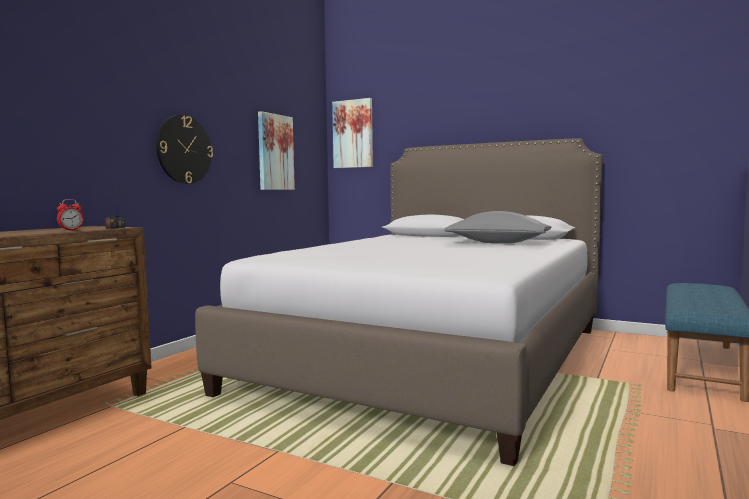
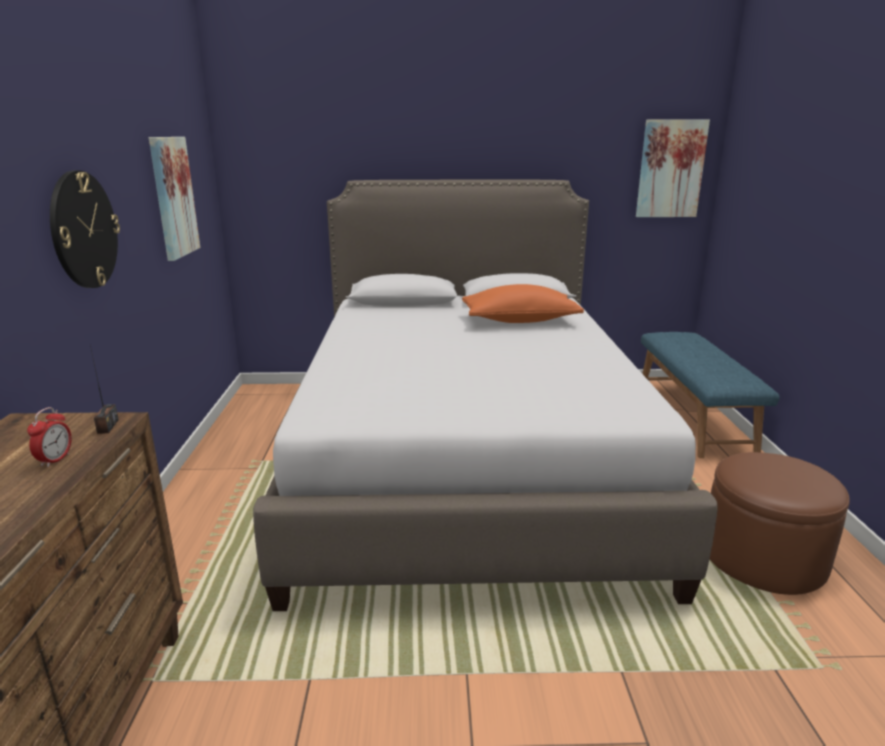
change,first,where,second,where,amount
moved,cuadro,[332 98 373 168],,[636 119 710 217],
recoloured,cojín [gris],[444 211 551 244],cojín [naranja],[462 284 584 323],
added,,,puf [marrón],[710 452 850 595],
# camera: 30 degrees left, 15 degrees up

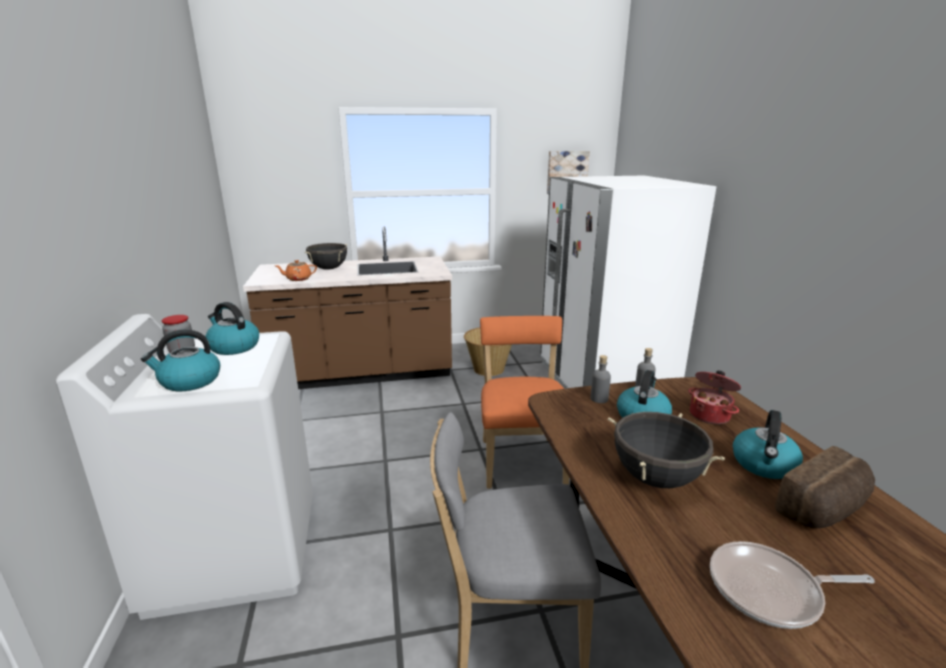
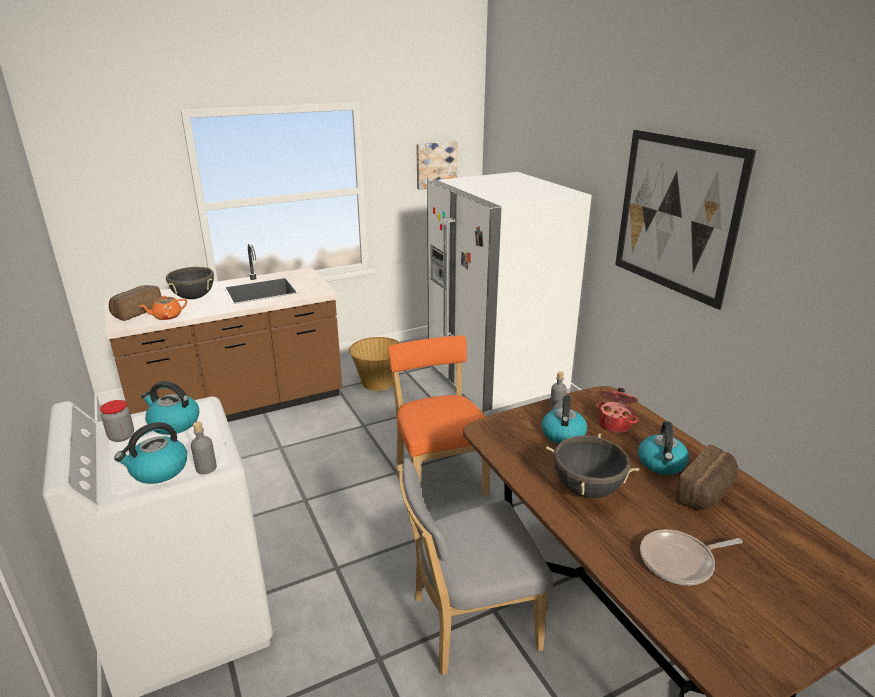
change,first,where,second,where,amount
moved,botella [gris],[591 355 611 403],,[191 422 217 474],
added,,,cuadro,[615 130 756 310],
added,,,pan,[109 285 161 321],
# camera: 15 degrees left, 5 degrees up

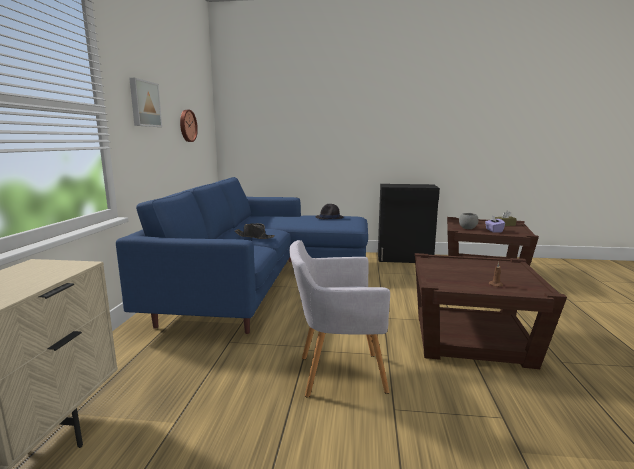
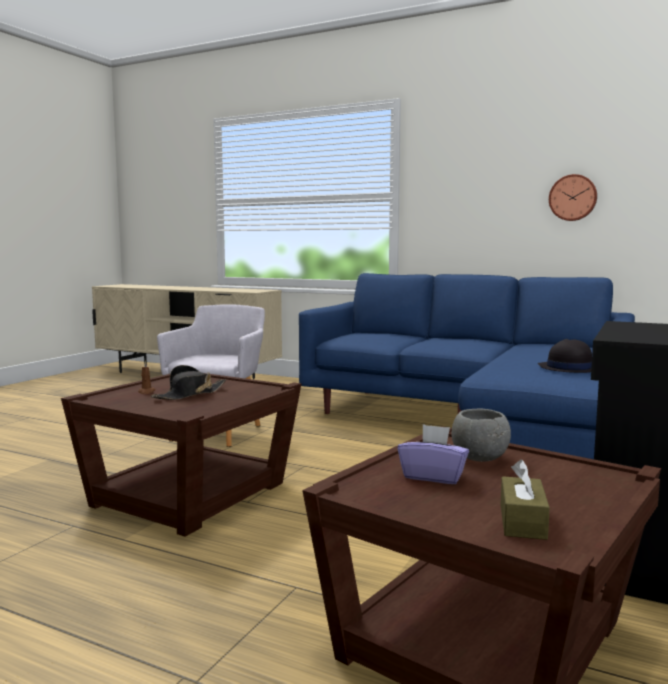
change,first,where,second,where,amount
removed,cuadro,[129 78 162 127],,,
moved,sombrero [negro],[235 223 275 239],,[151 365 226 400],
# camera: 110 degrees right, 5 degrees down

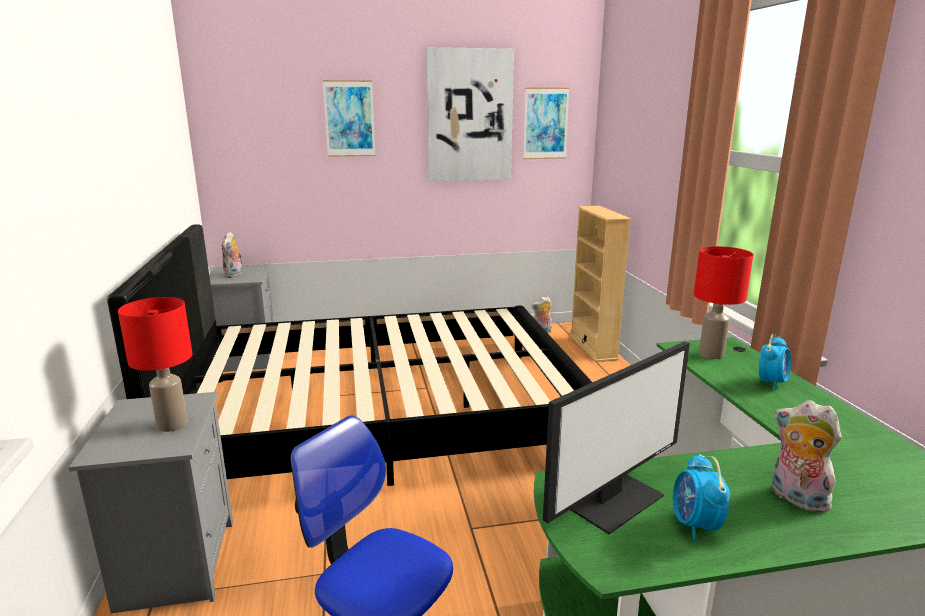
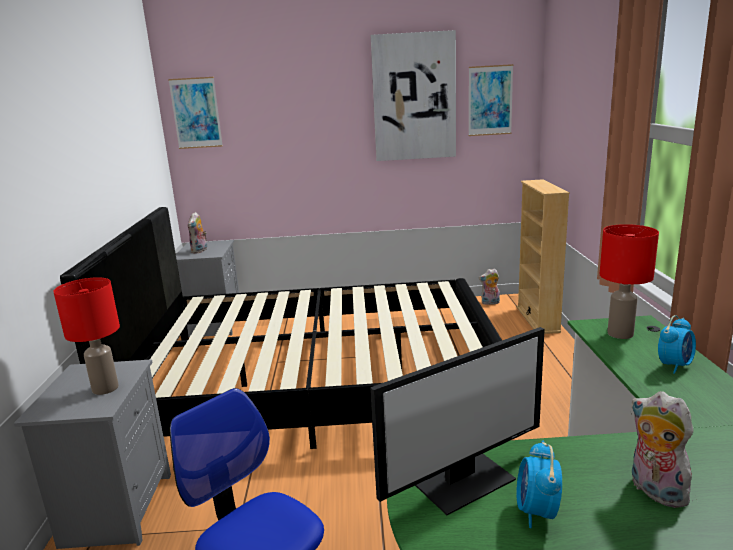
change,first,where,second,where,amount
moved,cuadro,[323 80 375 157],,[168 77 223 149],
# camera: 10 degrees right, 0 degrees up

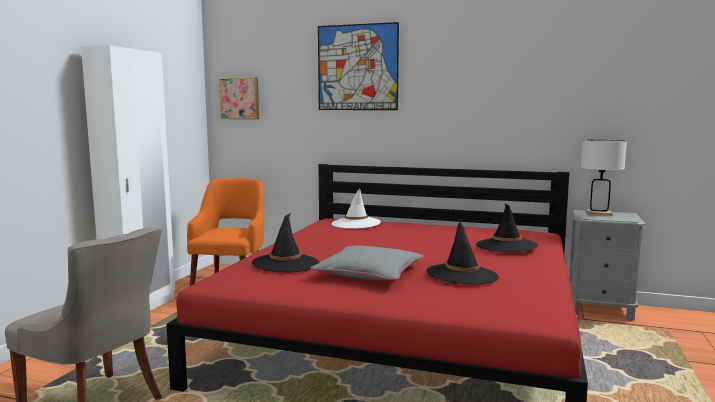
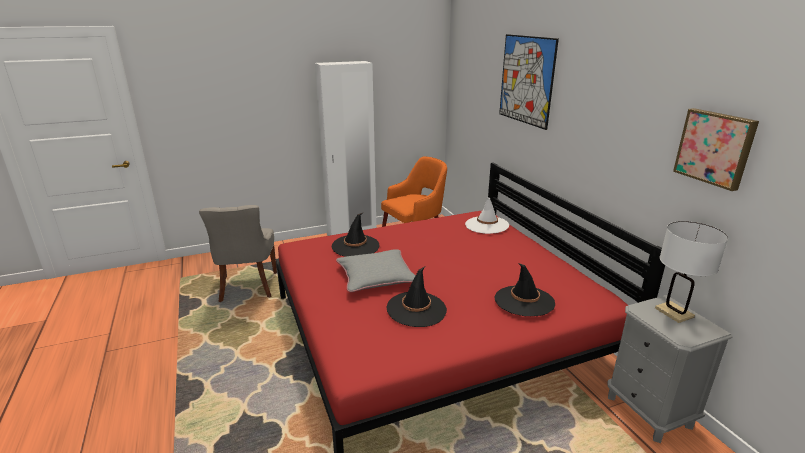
change,first,where,second,where,amount
moved,cuadro,[219 77 259 119],,[673 108 759 191],
# camera: 50 degrees right, 15 degrees up

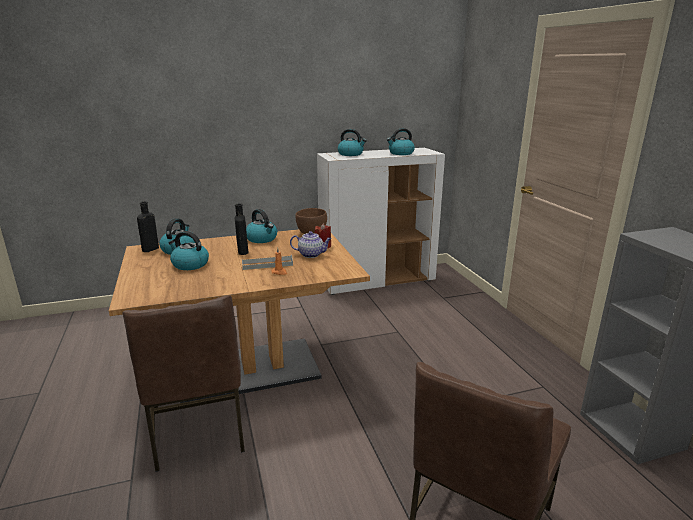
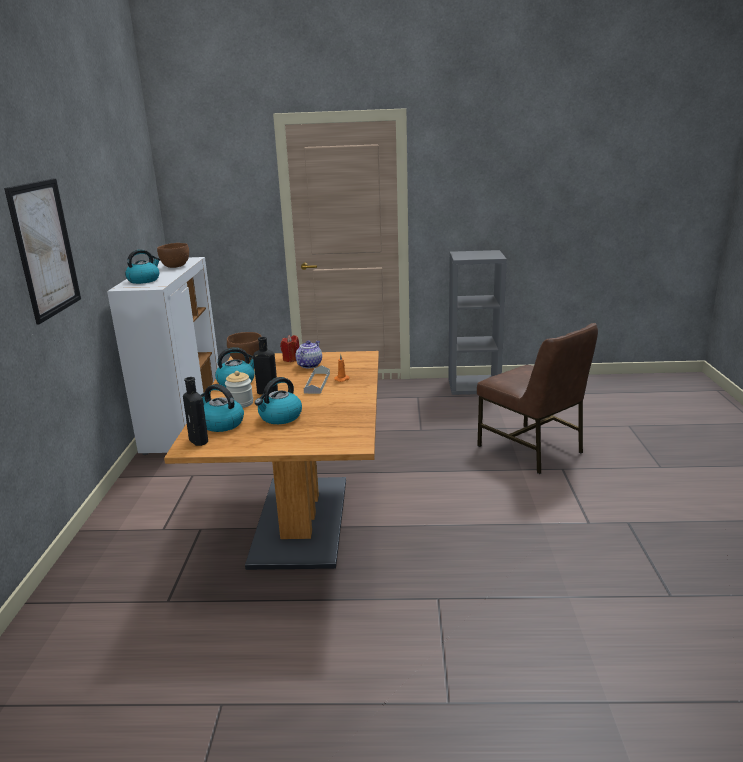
change,first,where,second,where,amount
replaced,hervidor,[387 128 415 155],cuenco [marrón],[157 243 189 268],
removed,silla [marrón],[122 295 245 472],,,
added,,,cuadro,[4 178 81 324],
added,,,tarro,[225 371 253 408],
# camera: 70 degrees left, 0 degrees up

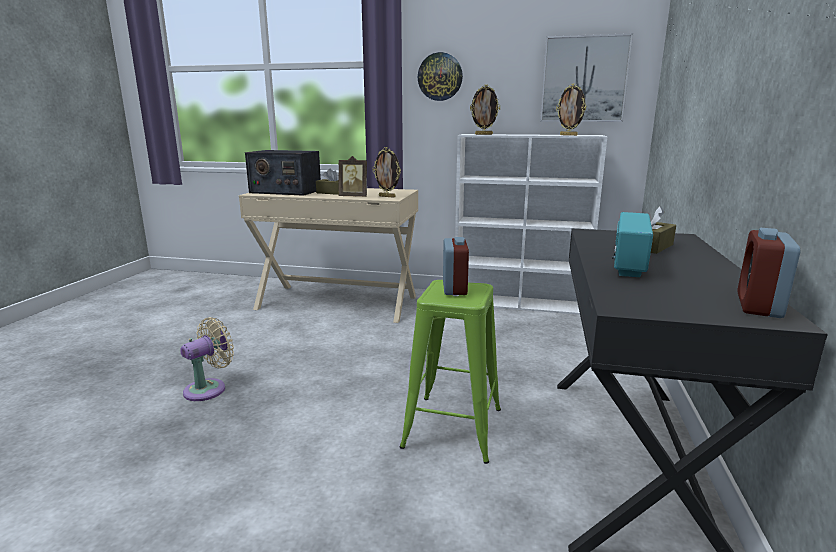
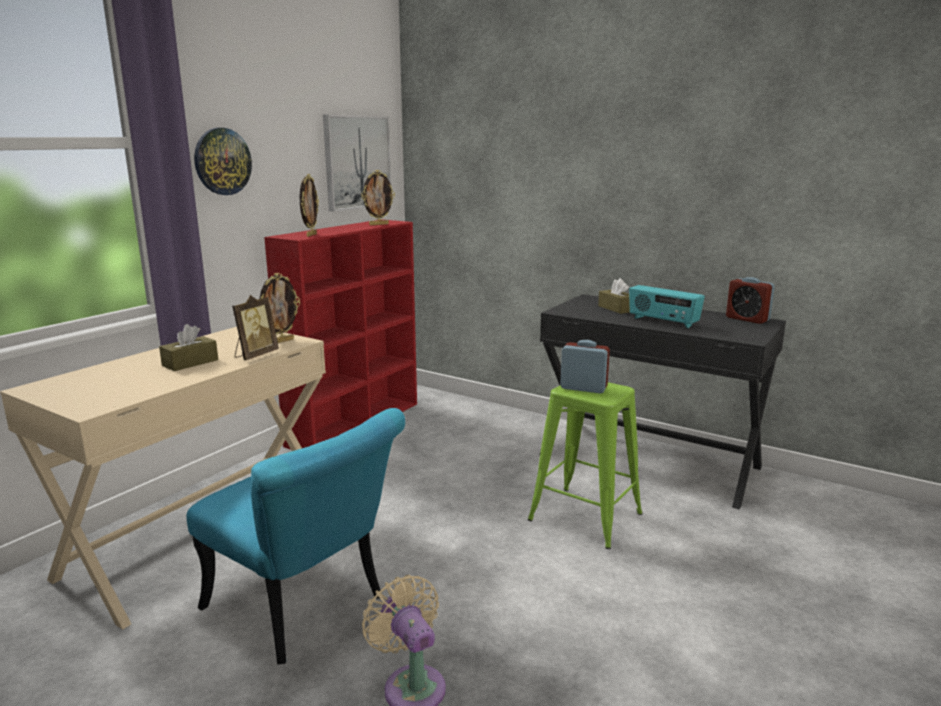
change,first,where,second,where,amount
recoloured,estantería [blanco],[454 134 608 315],estantería [rojo],[264 220 417 450],
removed,radio,[245 150 321 196],,,
added,,,silla [turquesa],[186 408 405 664],
# camera: 70 degrees left, 0 degrees up

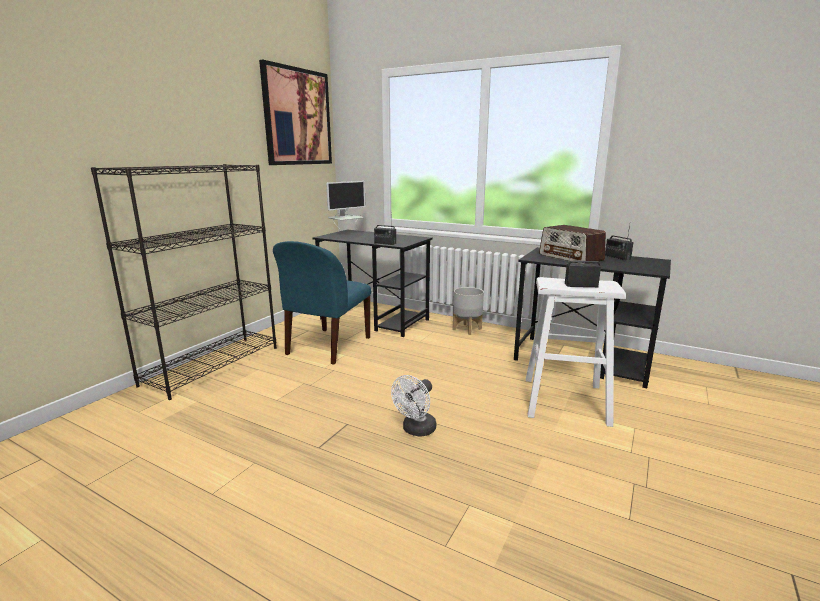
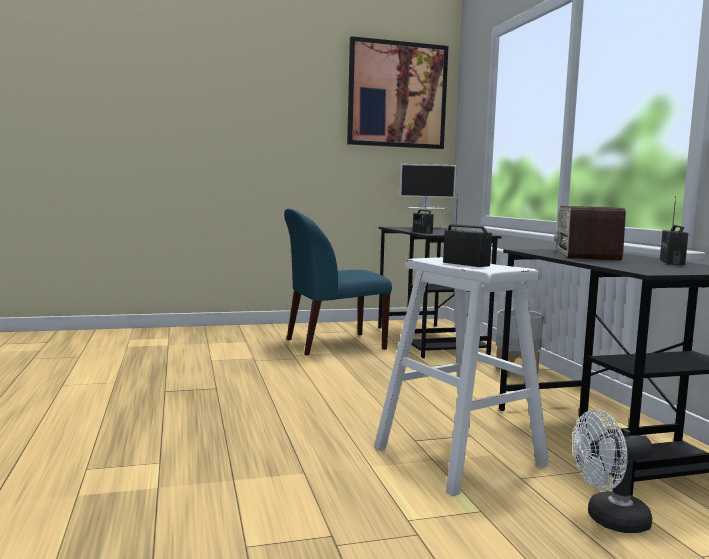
change,first,where,second,where,amount
removed,estantería [negro],[91 164 277 400],,,
moved,ventilador [blanco],[391 375 436 437],,[573 409 653 533],
# camera: 45 degrees right, 10 degrees down

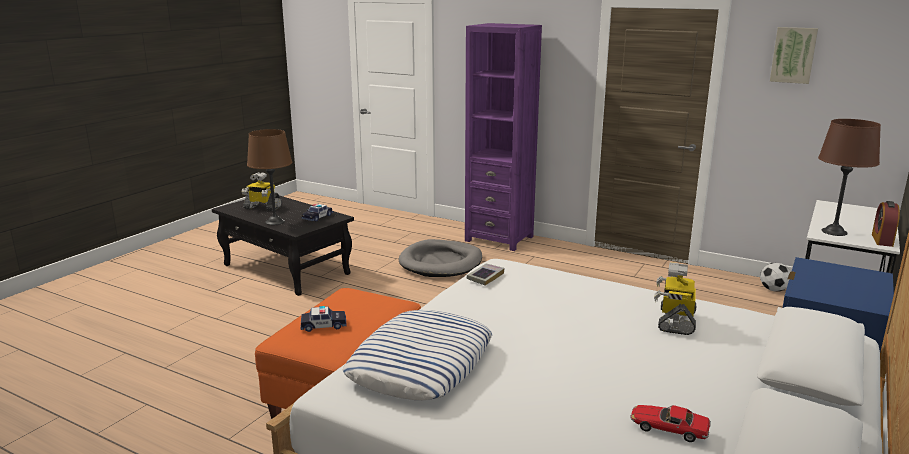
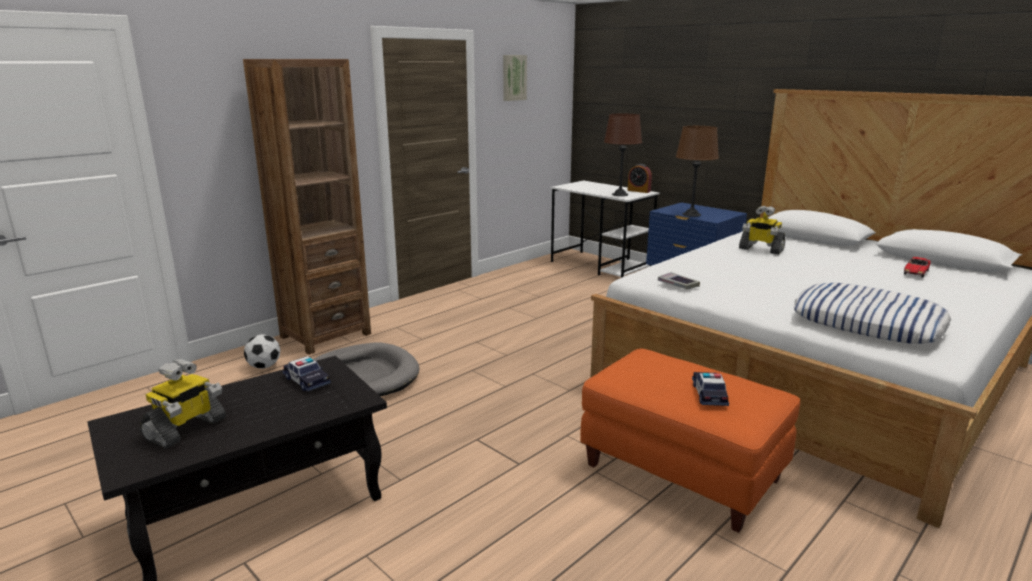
change,first,where,second,where,amount
recoloured,estantería [morado],[465 23 542 251],estantería [marrón],[243 59 371 355],
moved,lámpara de mesa [marrón],[247 129 292 225],,[676 126 719 217],
moved,balón de fútbol,[760 263 790 291],,[244 334 281 369],
# camera: 75 degrees left, 0 degrees up

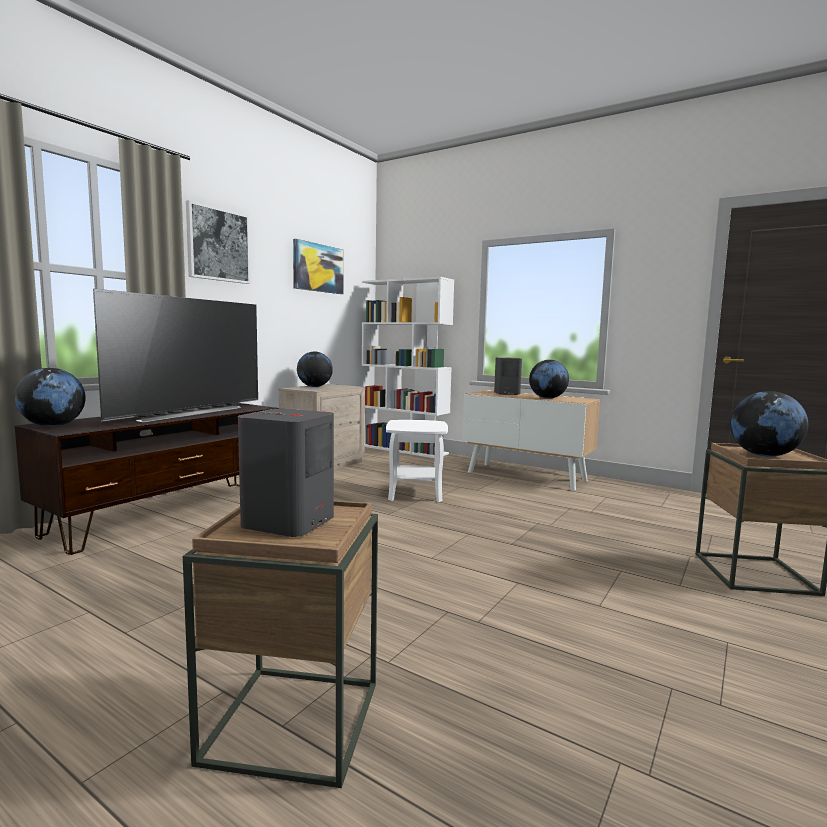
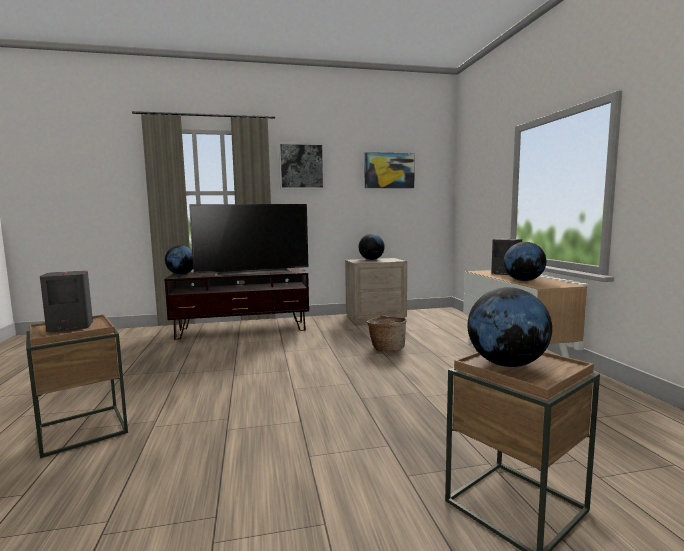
change,first,where,second,where,amount
removed,estantería [blanco],[362 277 454 458],,,
replaced,mesa auxiliar [blanco],[386 420 448 502],cesta,[367 315 407 351],
# camera: 45 degrees right, 0 degrees up

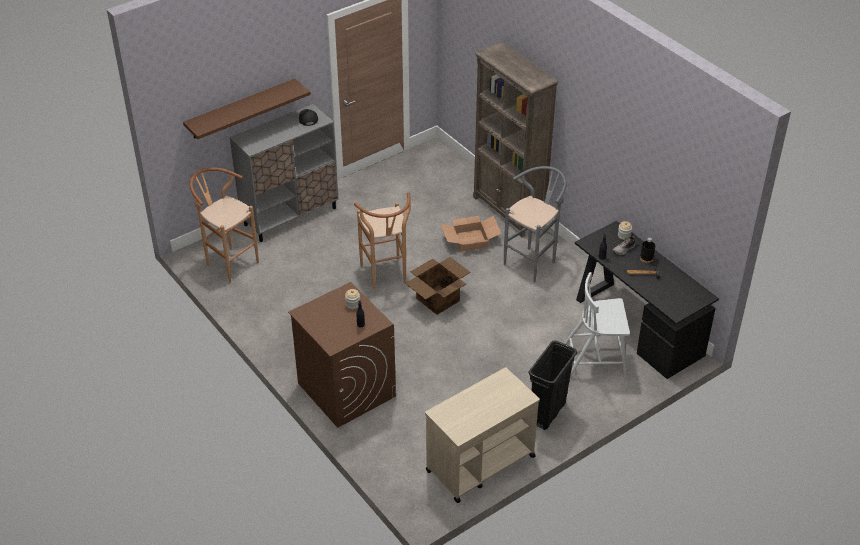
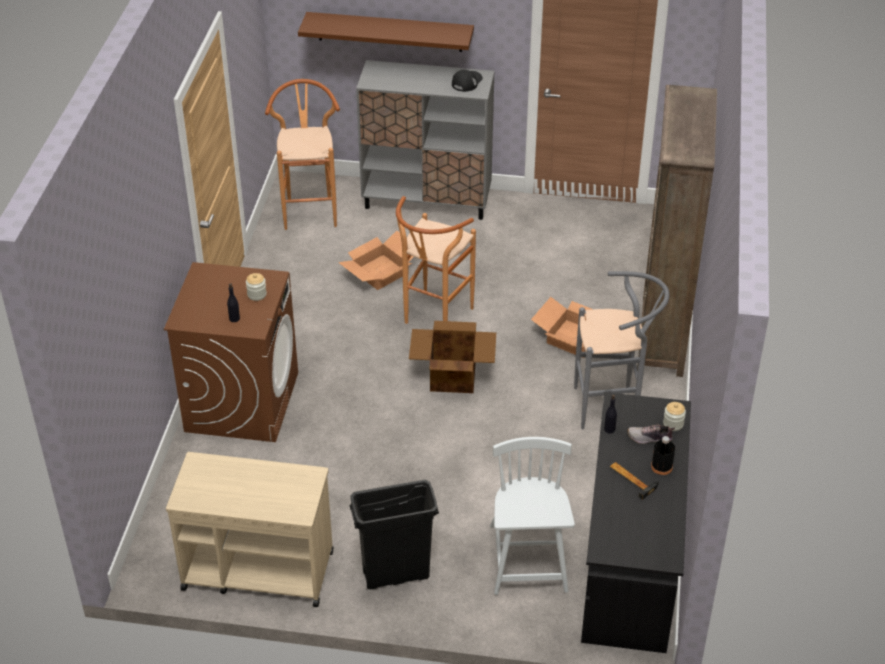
change,first,where,second,where,amount
turned,silla [blanco],[564 272 630 378],,[490 437 575 595],45 degrees clockwise
added,,,caja de cartón,[338 231 413 290],
# camera: 45 degrees right, 0 degrees up

